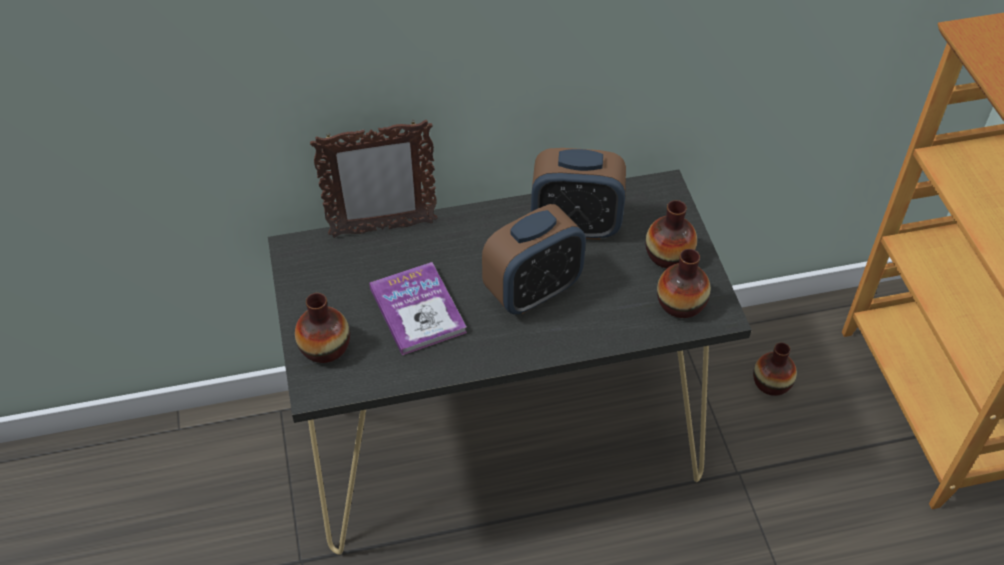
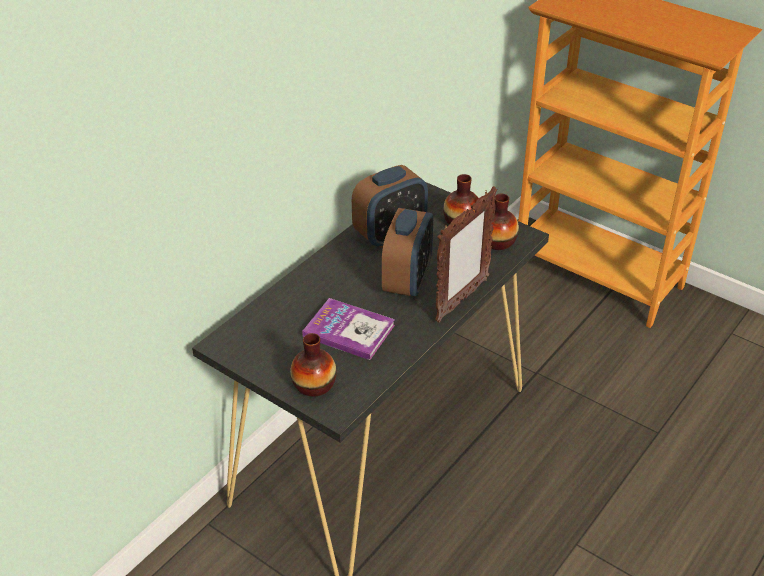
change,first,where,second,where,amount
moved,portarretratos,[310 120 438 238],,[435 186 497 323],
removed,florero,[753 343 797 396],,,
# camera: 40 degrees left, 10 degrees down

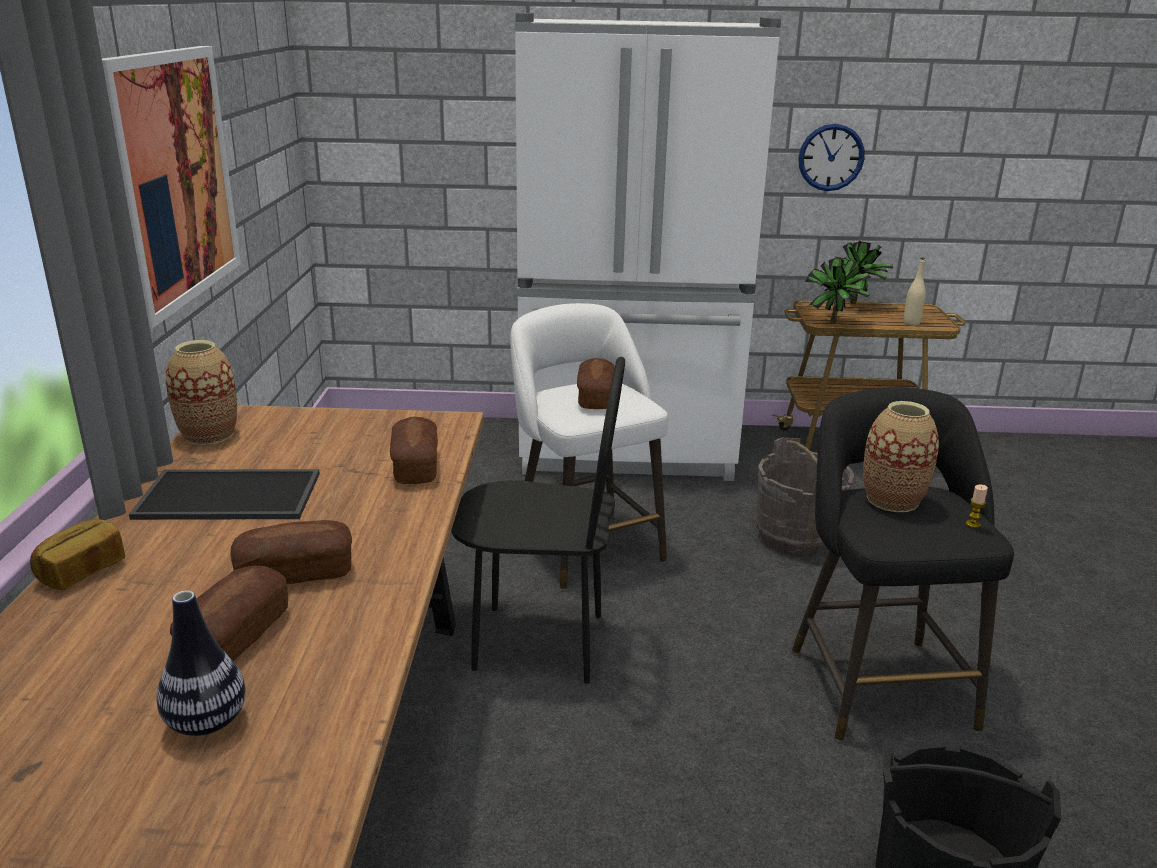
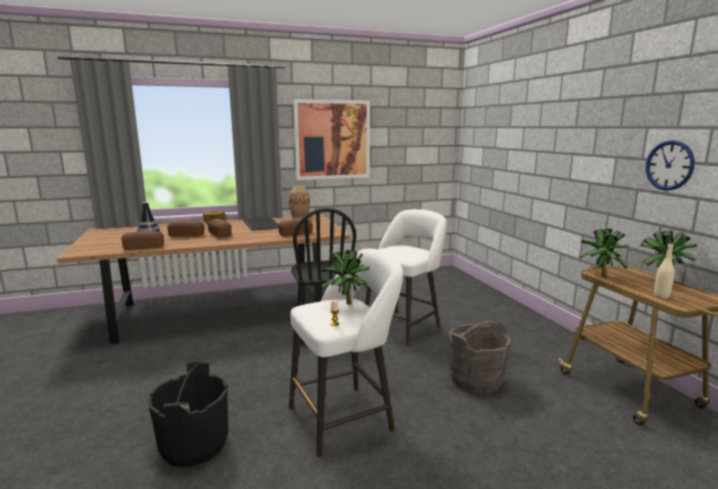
change,first,where,second,where,amount
removed,nevera [blanco],[515 13 781 481],,,
moved,pan,[577 358 615 409],,[121 231 164 250],
recoloured,taburete [negro],[792 387 1014 741],taburete [blanco],[289 249 403 458],
replaced,florero,[863 401 939 512],planta en maceta,[321 250 372 305],
# camera: 70 degrees right, 10 degrees down

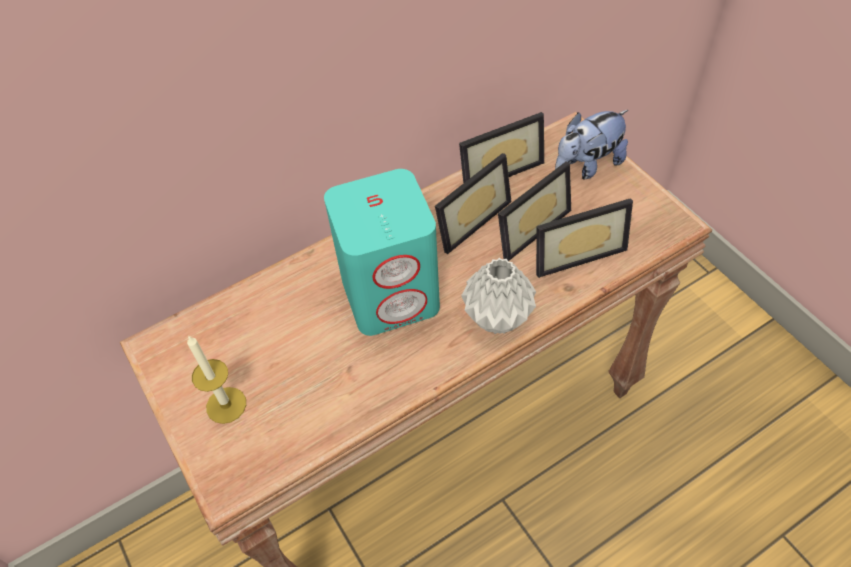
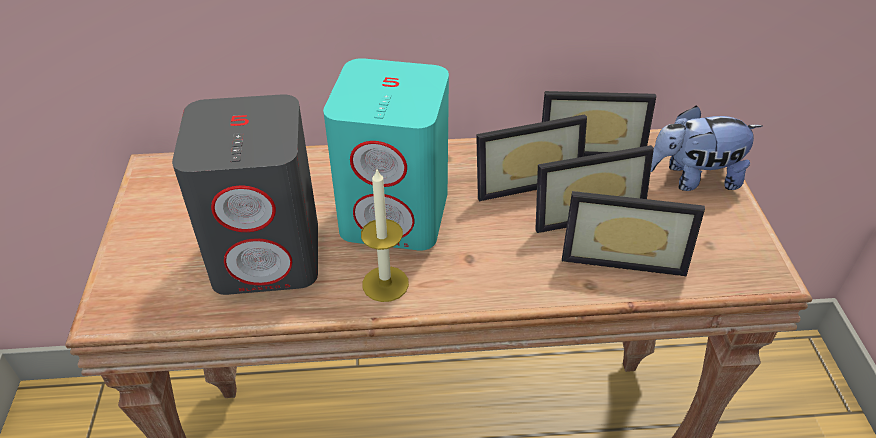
change,first,where,second,where,amount
removed,florero [gris],[461 258 536 334],,,
moved,vela,[187 335 246 424],,[361 169 409 302],
added,,,altavoz [gris],[172 94 318 295],
# camera: 25 degrees right, 10 degrees down

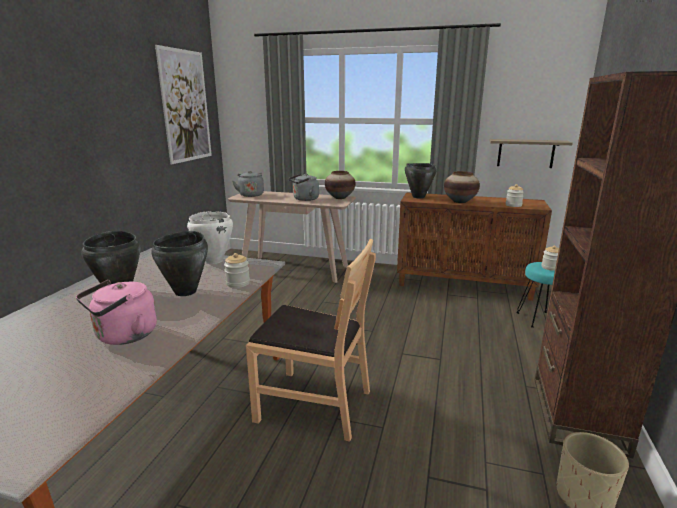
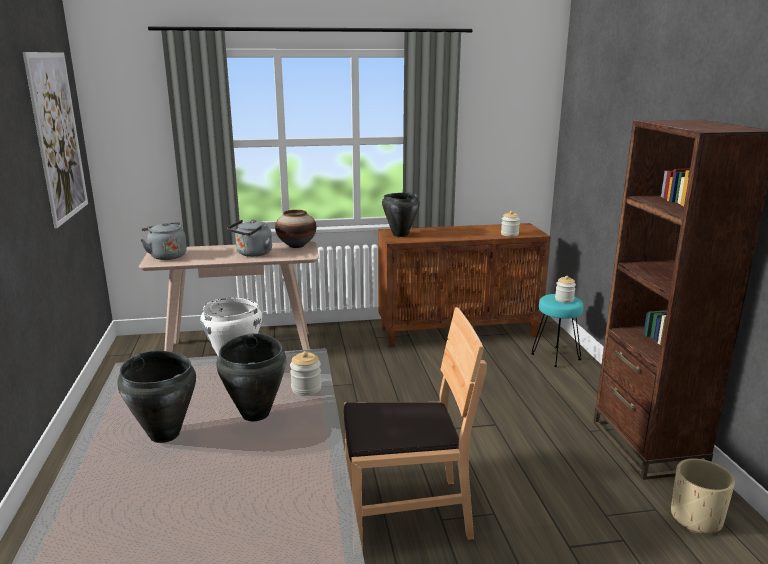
change,first,where,second,where,amount
removed,estante,[490 139 573 168],,,
removed,florero,[444 171 480 203],,,
removed,hervidor [rosa],[76 280 157 345],,,
# camera: 25 degrees left, 0 degrees up

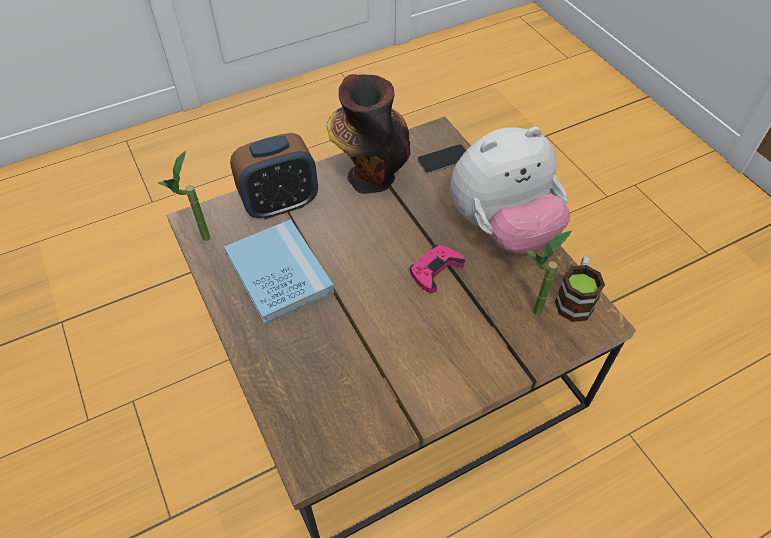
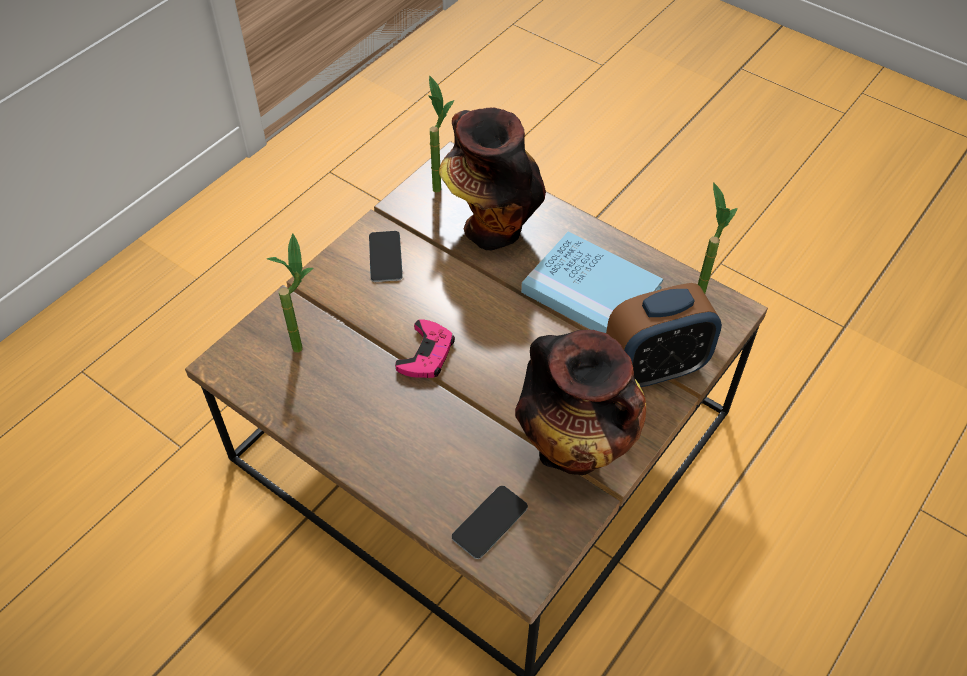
change,first,where,second,where,amount
removed,peluche,[450 127 570 254],,,
turned,despertador,[230 133 318 219],,[606 283 722 388],150 degrees counterclockwise
removed,taza grande,[555 256 605 322],,,
added,,,planta en maceta,[428 75 454 193],
added,,,florero,[439 108 546 250],
added,,,móvil,[369 231 403 282],
# camera: 155 degrees right, 0 degrees up

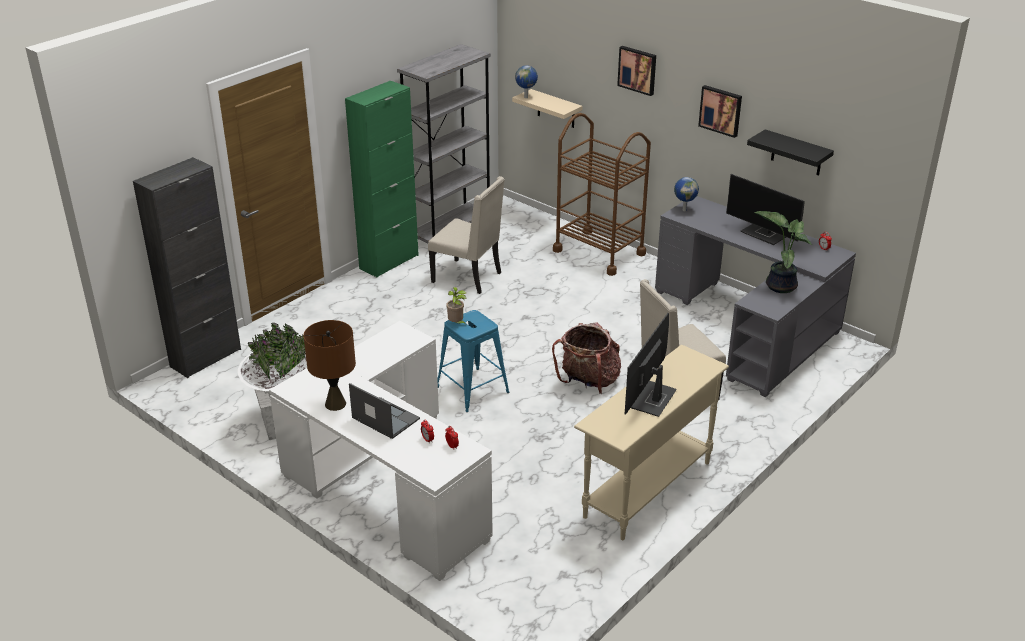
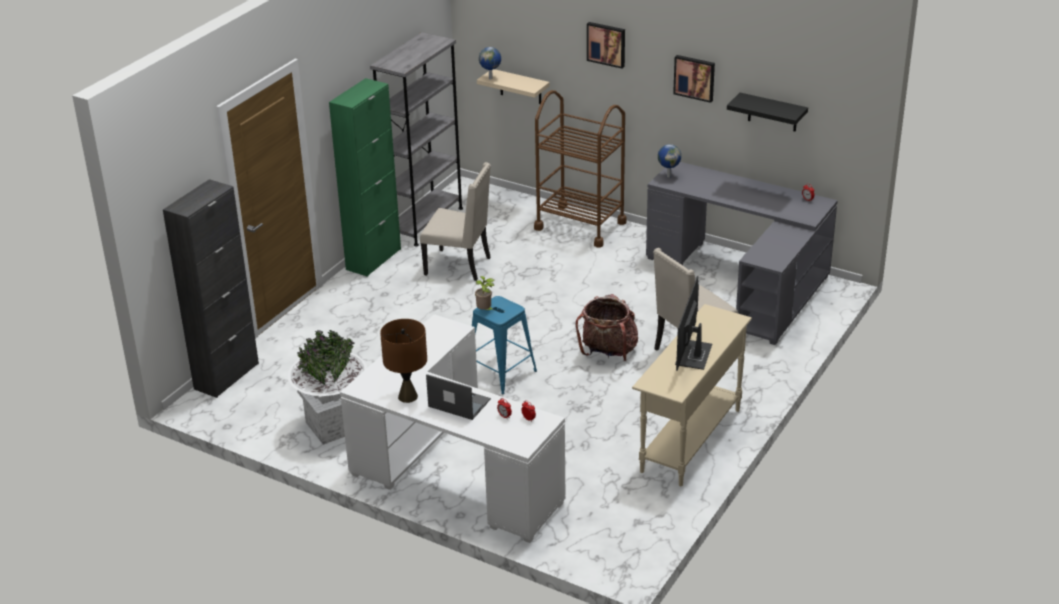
change,first,where,second,where,amount
removed,monitor,[726 174 805 245],,,
removed,planta en maceta,[754 211 812 293],,,
# camera: 10 degrees left, 0 degrees up

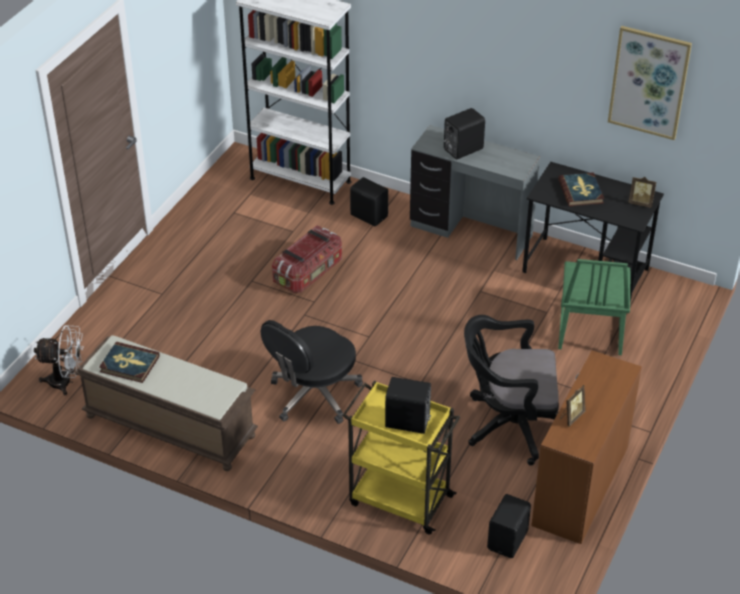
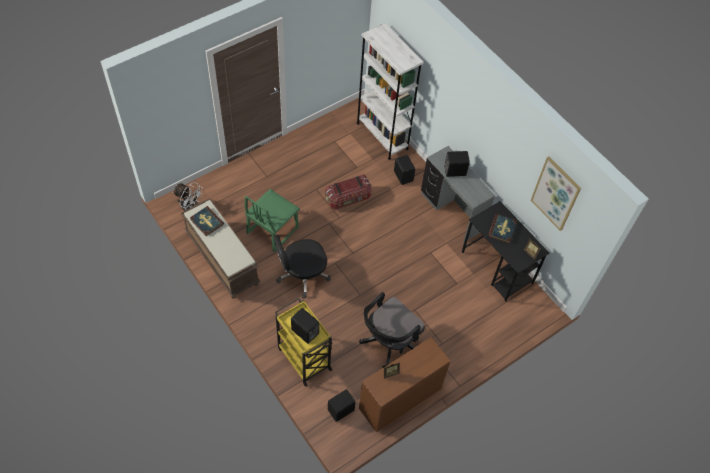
change,first,where,second,where,amount
moved,silla [verde],[558 259 630 355],,[244 189 300 252],
turned,silla de oficina [negro],[464 315 559 465],,[359 292 425 368],75 degrees counterclockwise
# camera: 25 degrees right, 15 degrees up

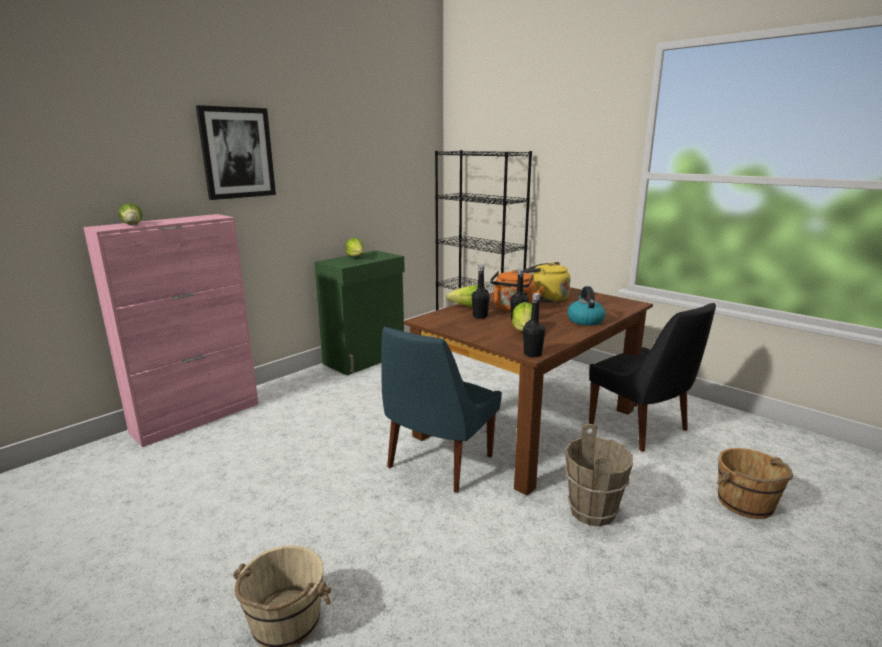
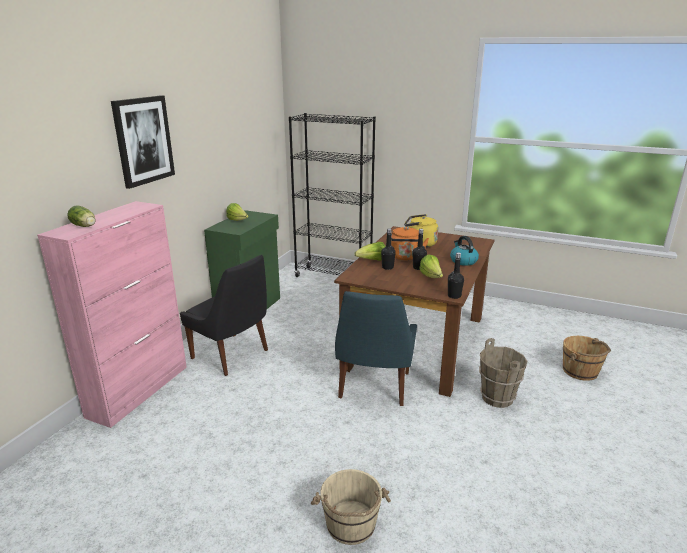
change,first,where,second,where,amount
moved,silla [negro],[589 303 716 452],,[180 255 268 376],
# camera: 20 degrees left, 5 degrees up

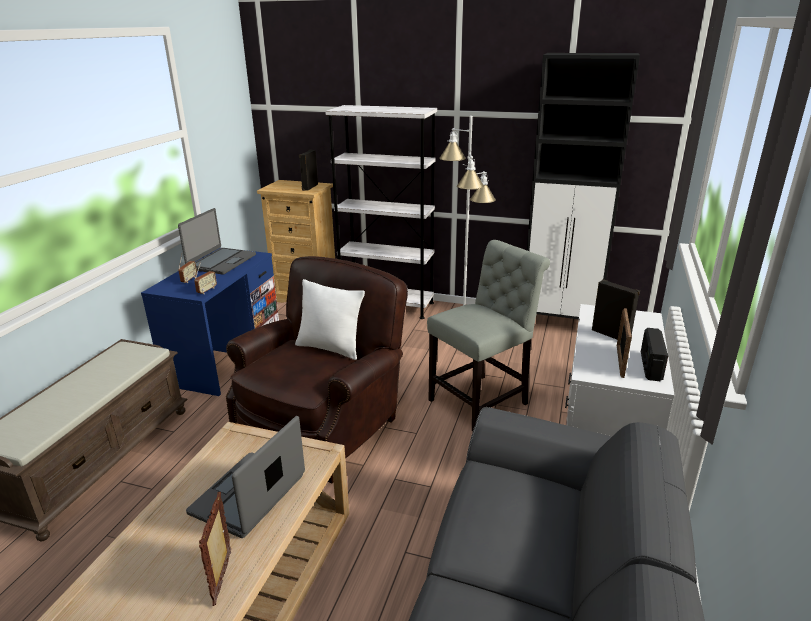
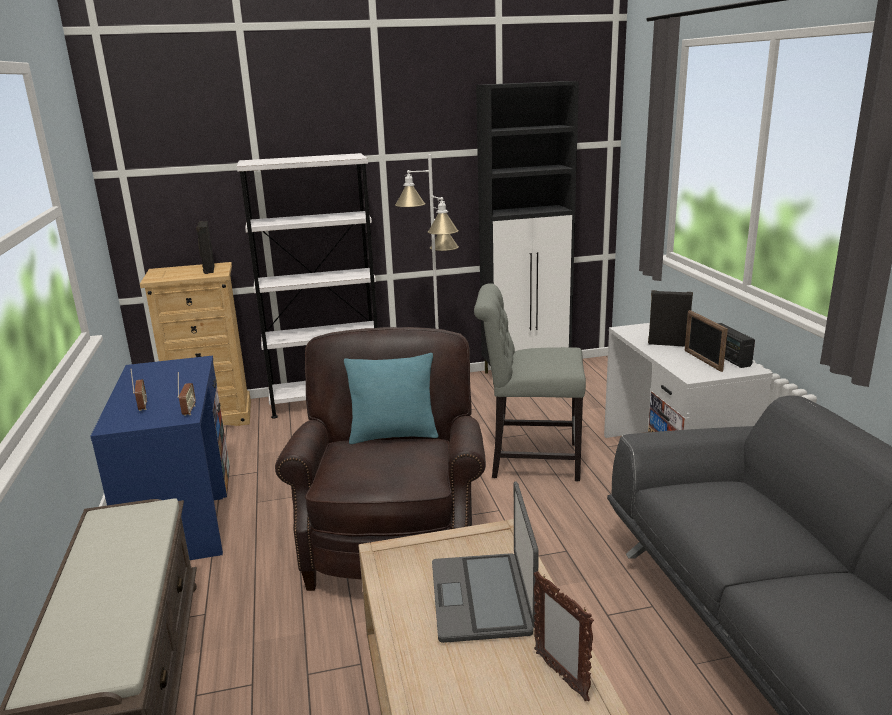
change,first,where,second,where,amount
removed,portátil,[178 208 256 275],,,
turned,silla [gris],[427 240 550 432],,[474 283 586 482],105 degrees counterclockwise
recoloured,cojín [blanco],[295 279 365 360],cojín [turquesa],[344 353 439 444],
# camera: 30 degrees left, 5 degrees down

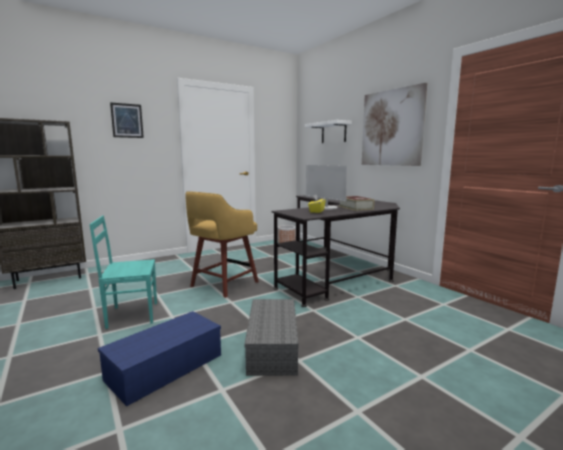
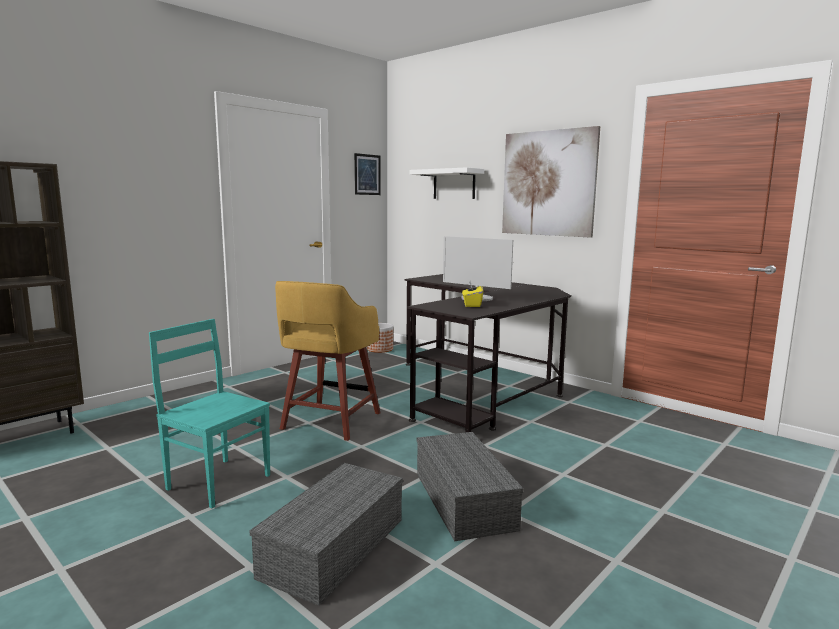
change,first,where,second,where,amount
moved,cuadro,[110 102 144 138],,[354 153 381 195],
removed,libro,[339 196 374 211],,,
turned,silla [turquesa],[89 215 157 329],,[149 319 270 508],60 degrees clockwise
recoloured,caja de almacenaje [azul],[98 311 221 406],caja de almacenaje [gris],[249 463 403 606],
# camera: 15 degrees left, 0 degrees up

